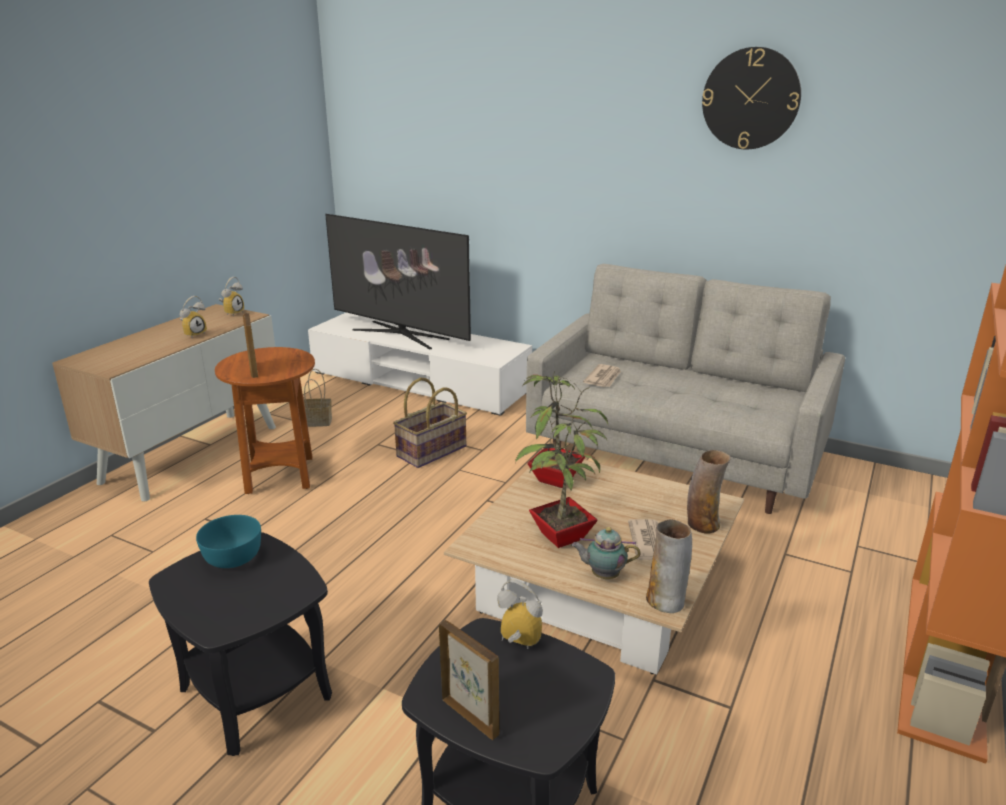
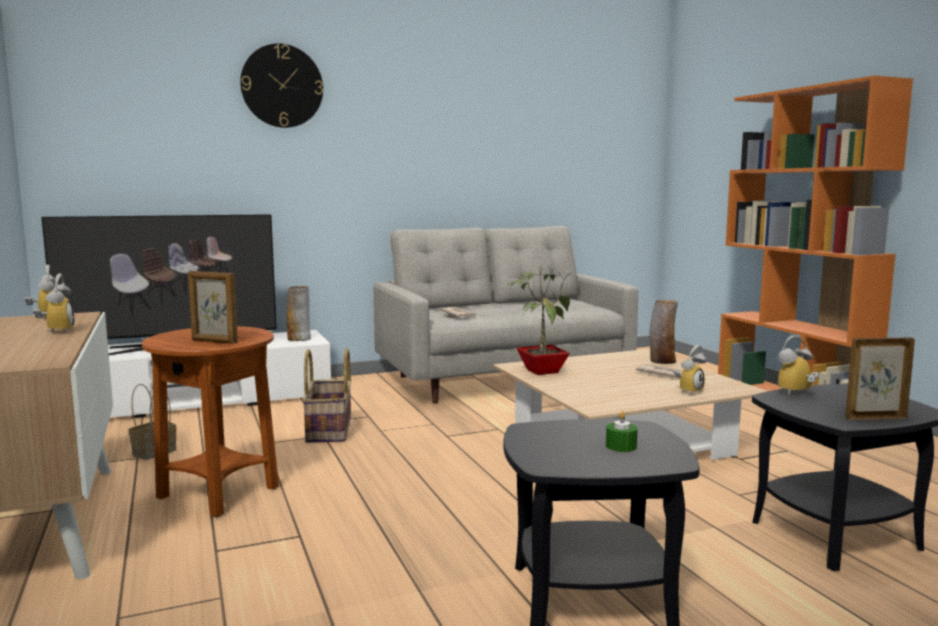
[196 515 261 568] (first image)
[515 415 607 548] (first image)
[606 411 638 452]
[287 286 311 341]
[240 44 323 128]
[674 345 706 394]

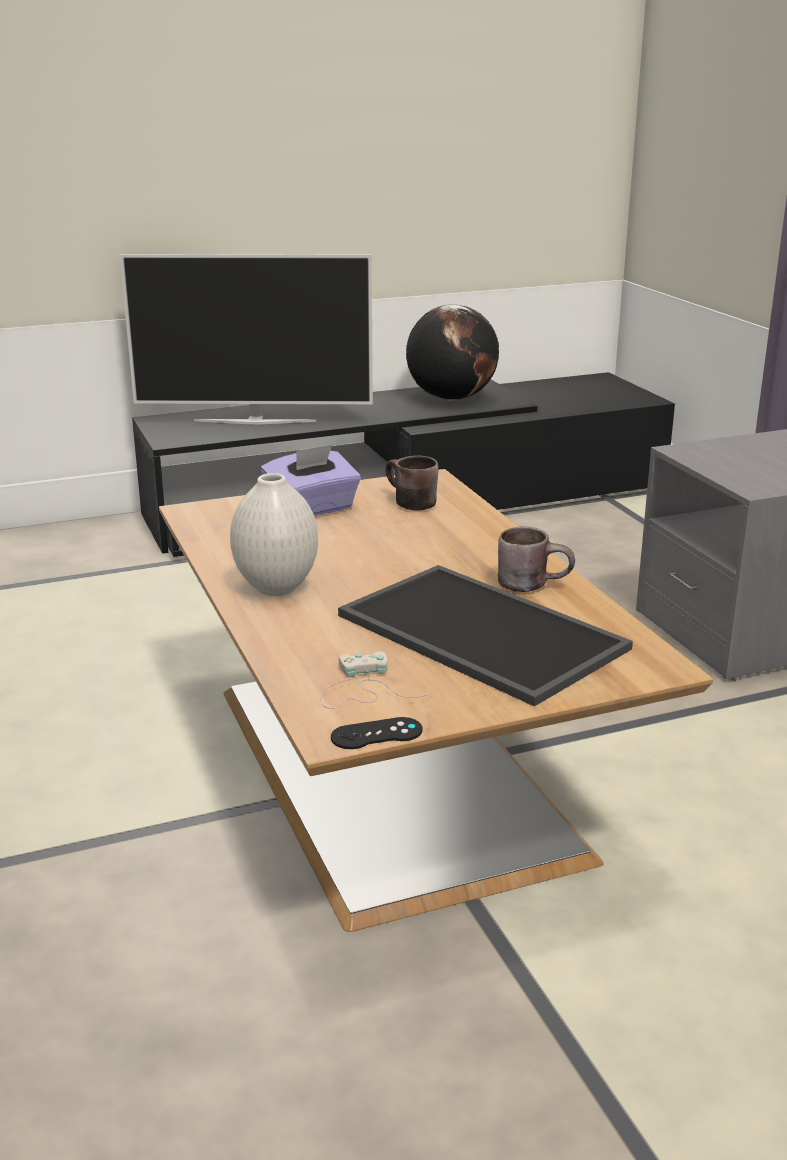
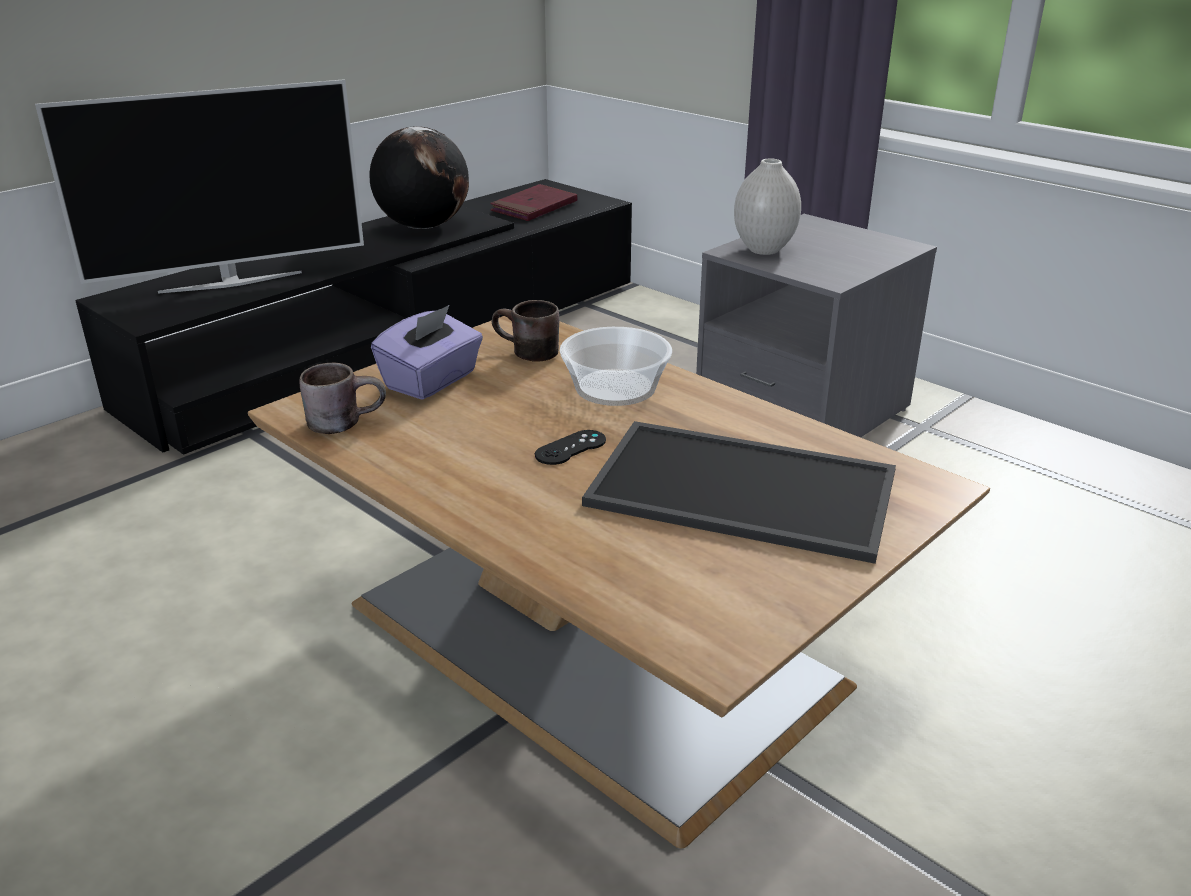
[320 651 434 709] (first image)
[490 184 577 221]
[560 327 672 406]
[734 158 801 255]
[535 430 606 465]
[299 363 386 434]

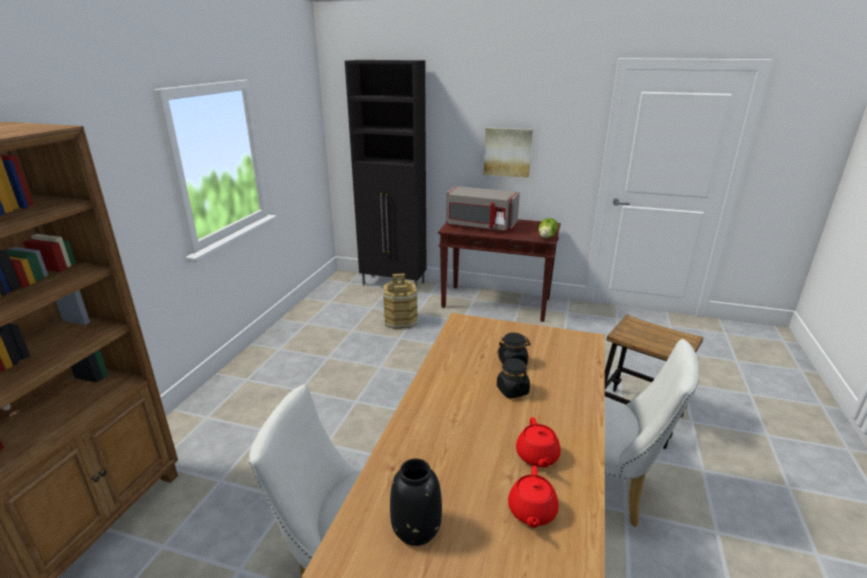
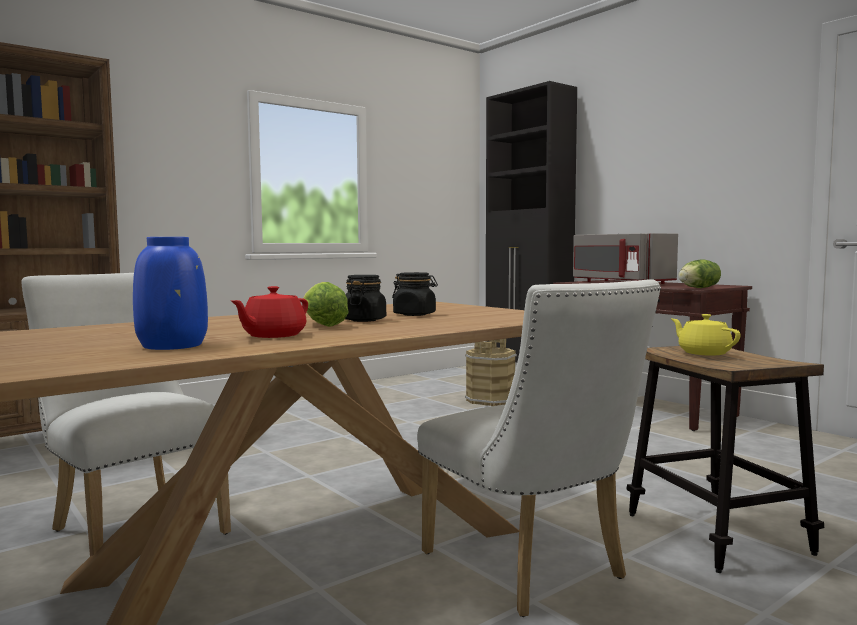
[390 458 442 546] (first image)
[484 127 533 178] (first image)
[303 282 349 327]
[672 314 740 356]
[133 237 208 350]

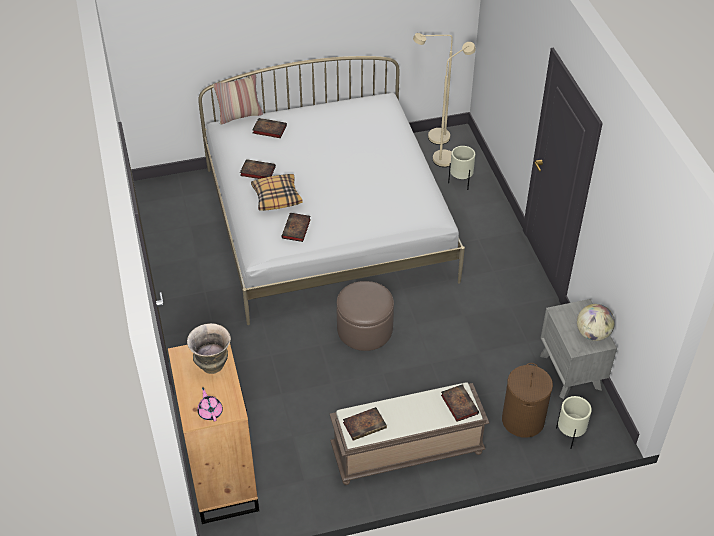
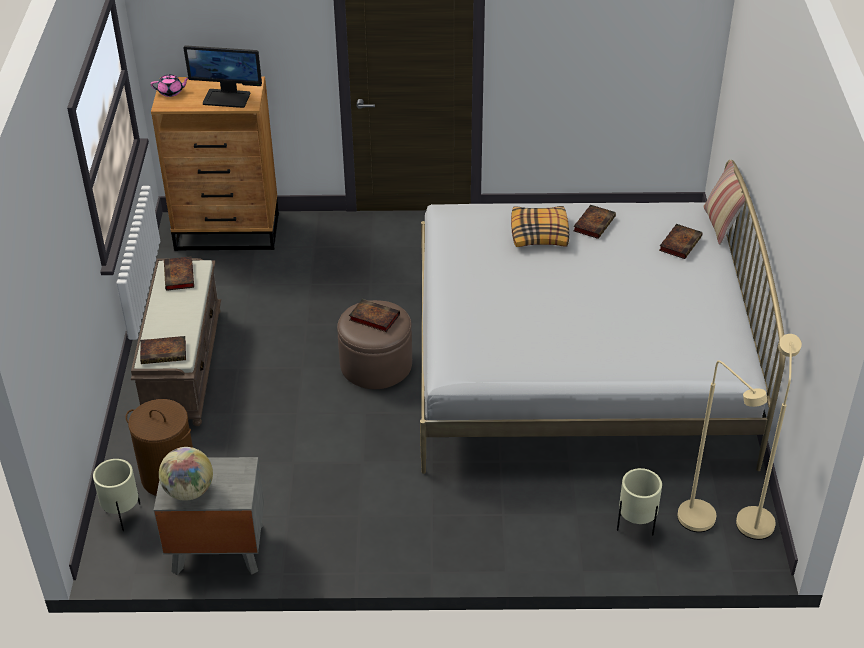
[349 299 400 332]
[184 45 262 108]

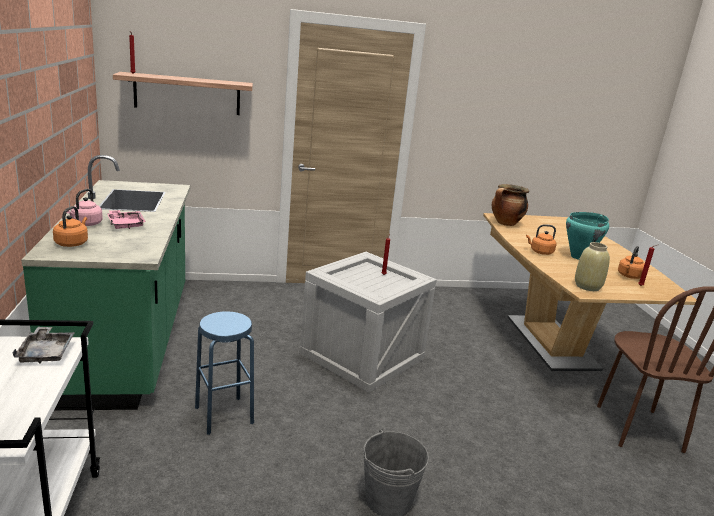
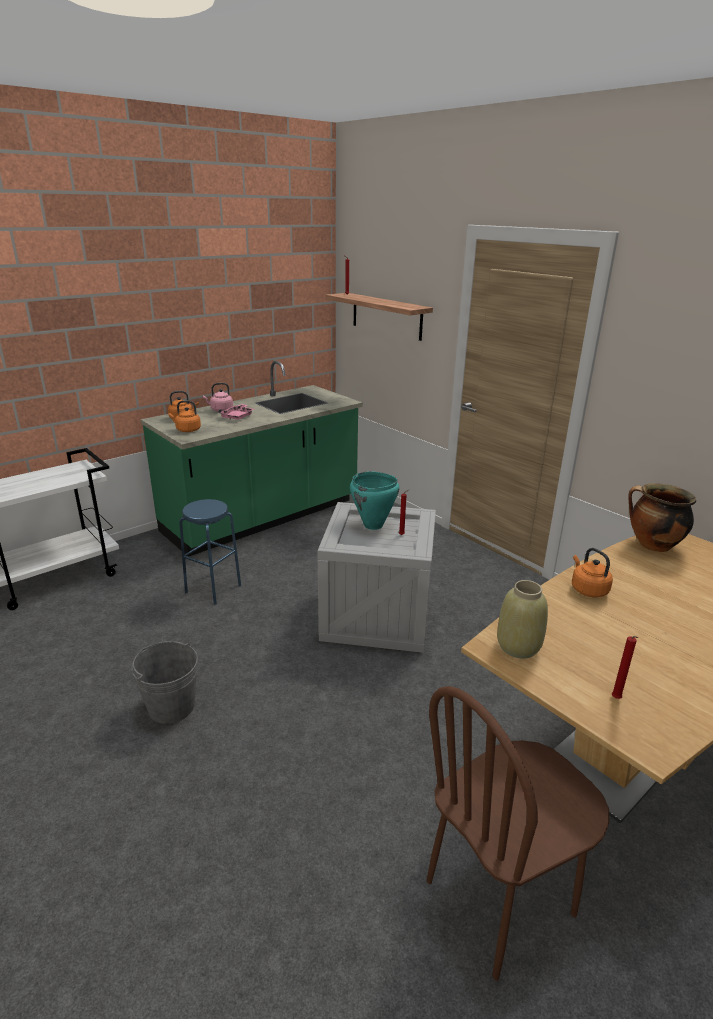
[13 327 75 364] (first image)
[350 471 399 530]
[169 401 201 432]

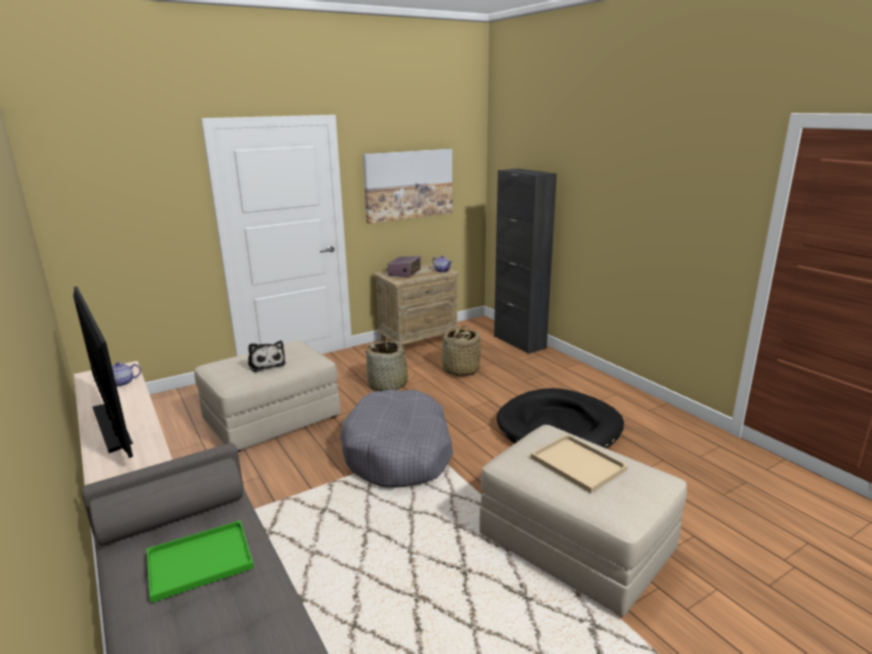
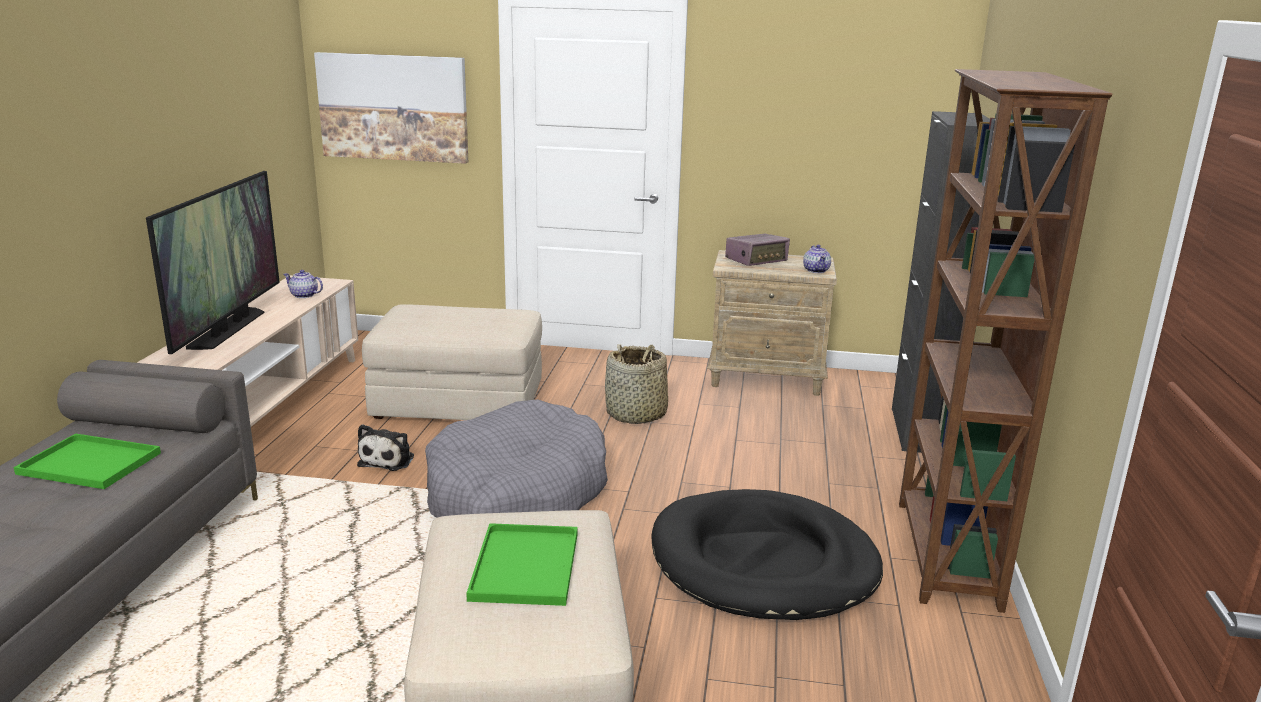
[442 326 481 376] (first image)
[899 69 1113 613]
[357 424 414 471]
[314 52 468 164]
[466 523 578 606]

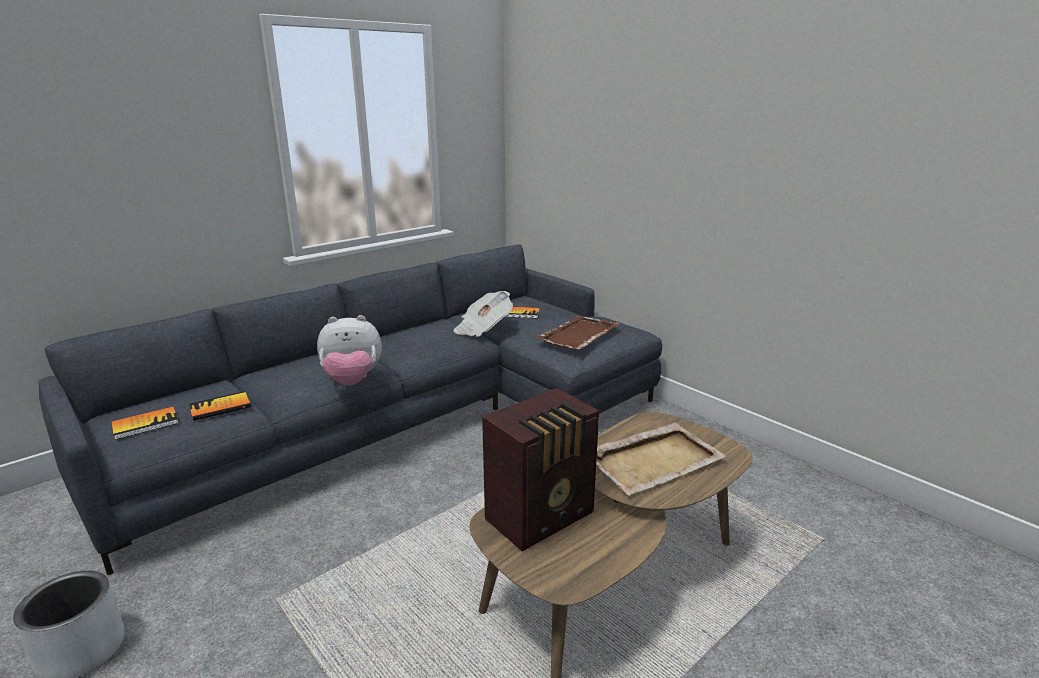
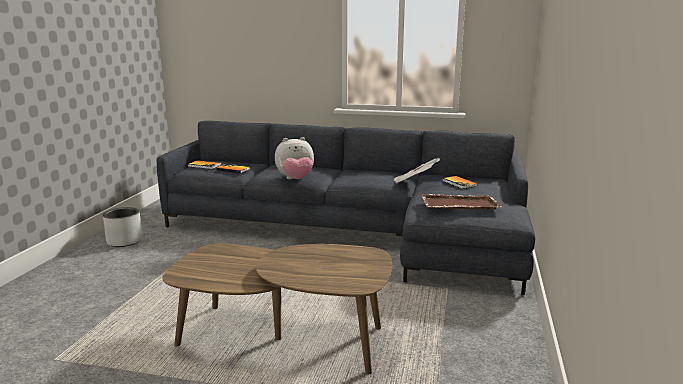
[482 388 599 552] (first image)
[596 422 726 496] (first image)
[275 137 314 179]

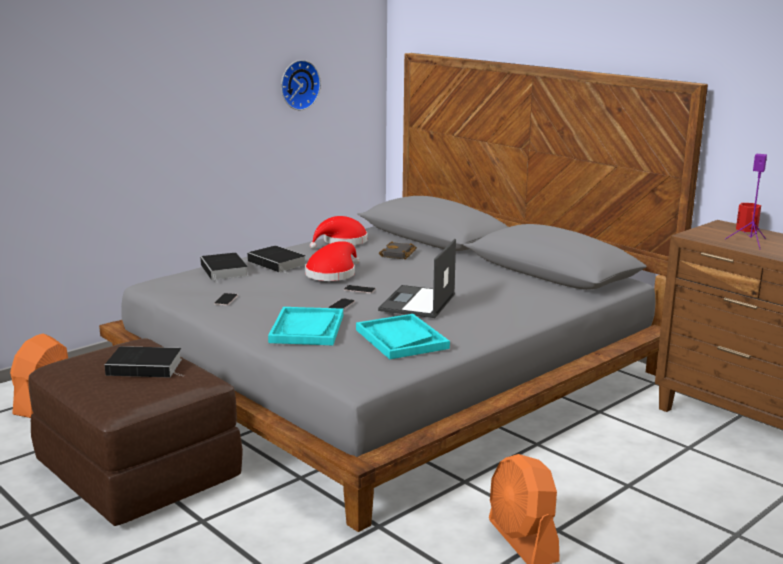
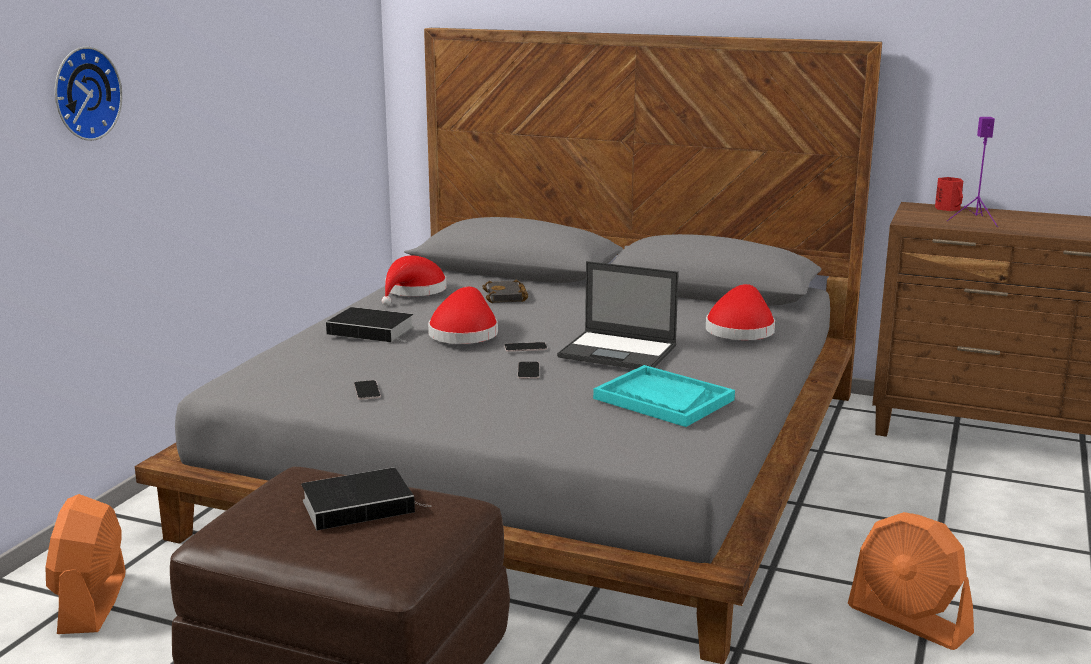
[200 253 248 283] (first image)
[268 307 343 345] (first image)
[706 284 775 340]
[55 46 122 141]
[557 261 679 369]

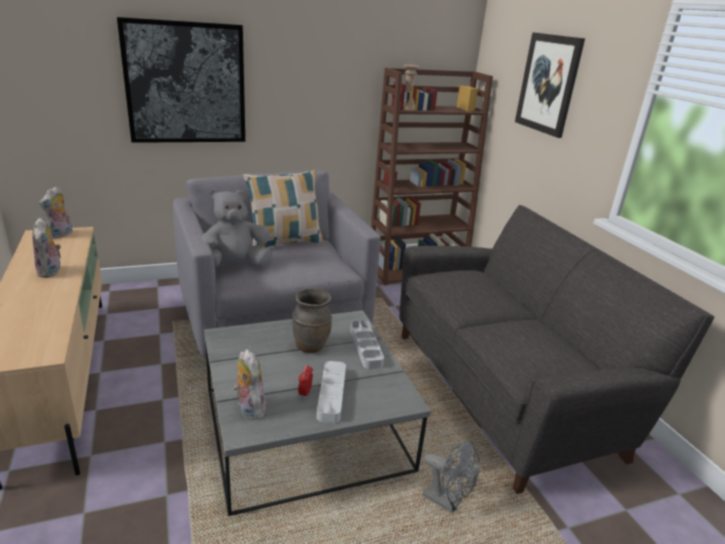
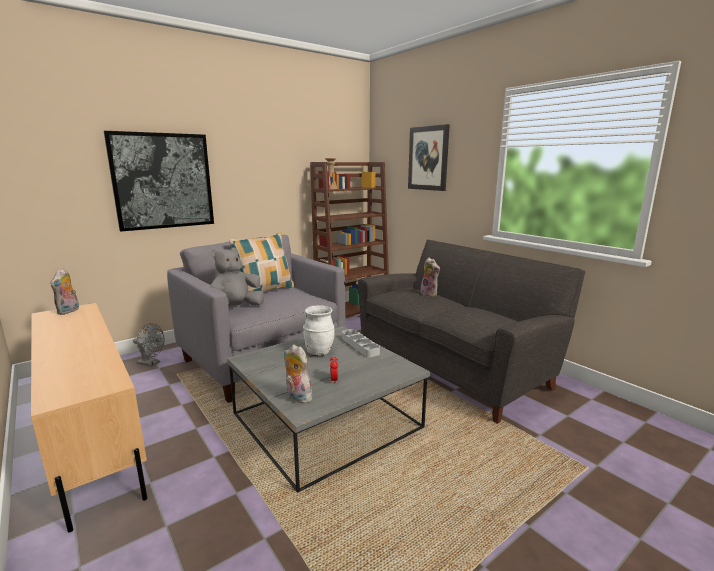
[317 361 346 423] (first image)
[421 258 440 297]
[133 323 165 367]
[303 306 335 356]

